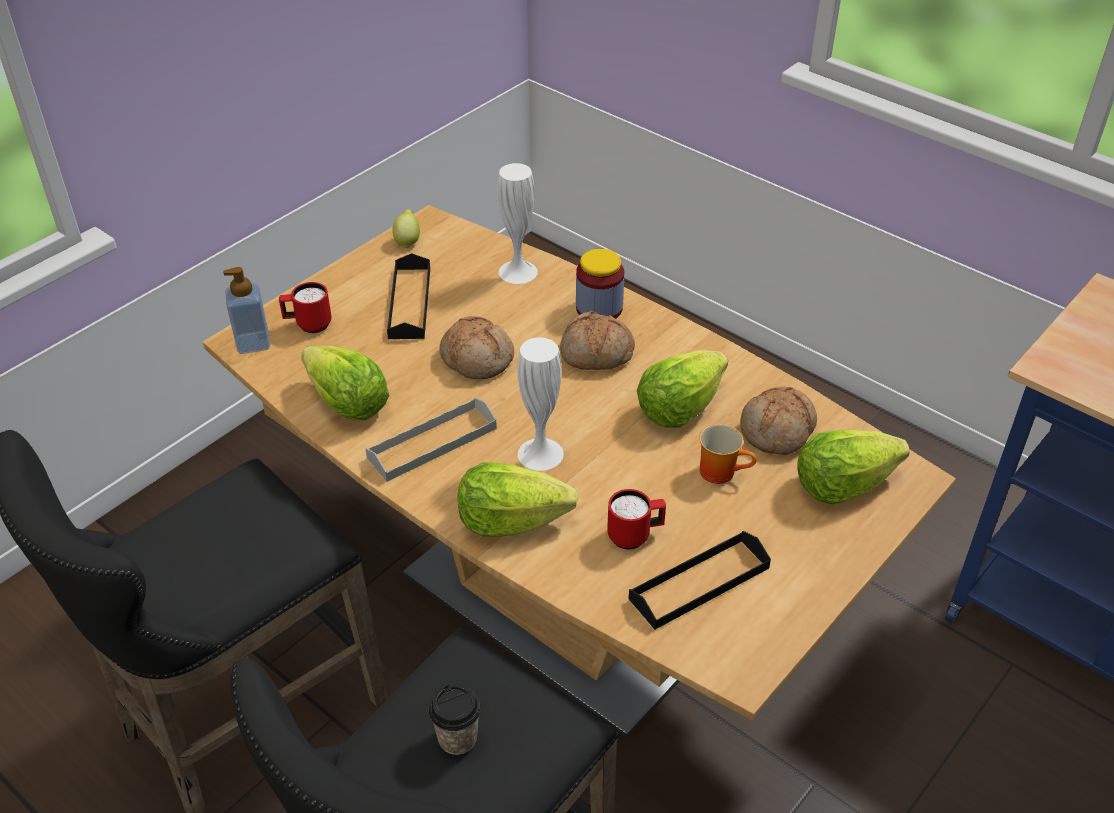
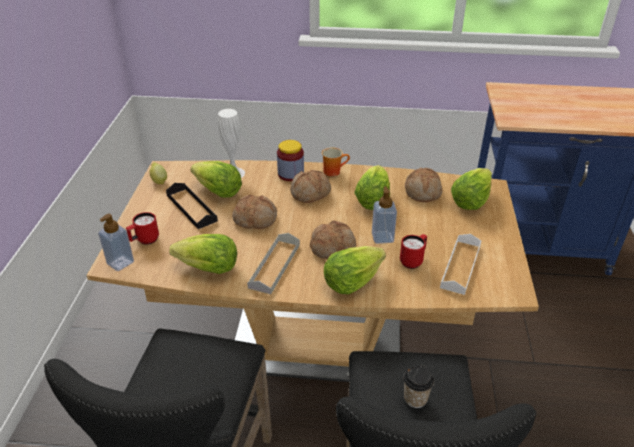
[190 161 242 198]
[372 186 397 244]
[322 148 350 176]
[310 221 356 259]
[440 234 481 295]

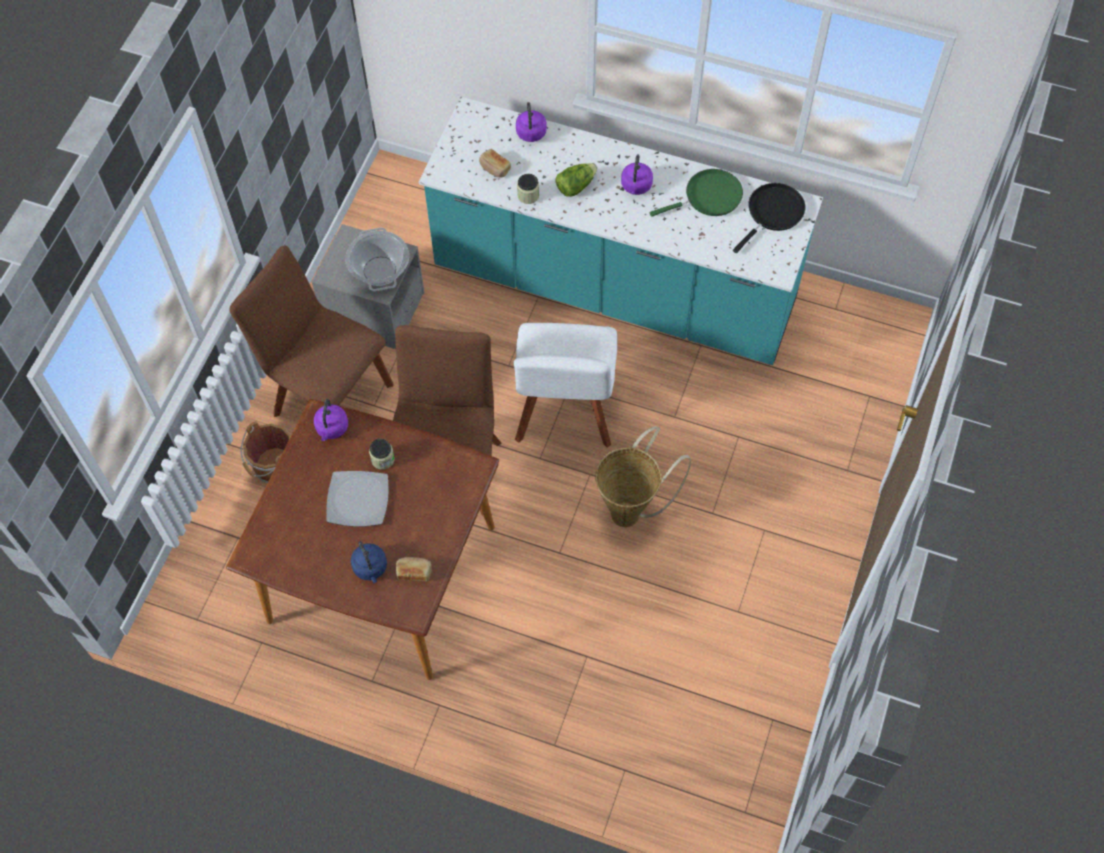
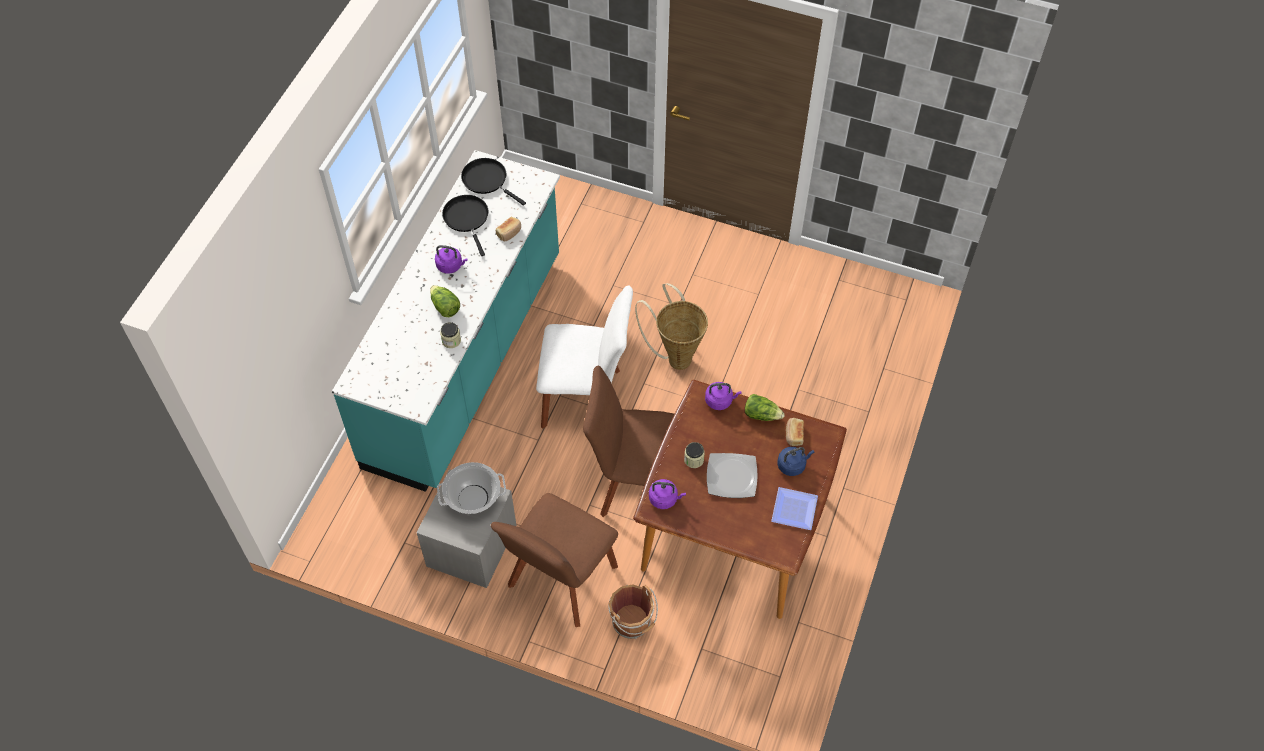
[745 394 784 421]
[771 487 818 530]
[496 217 521 241]
[705 382 742 410]
[442 195 488 256]

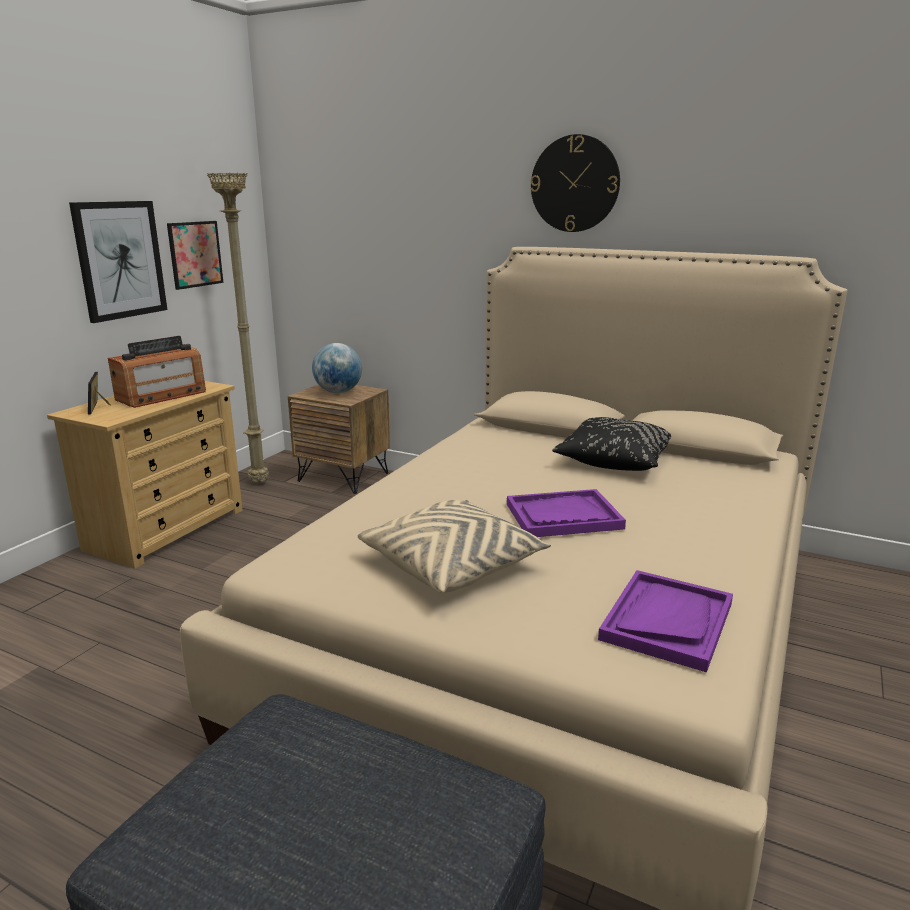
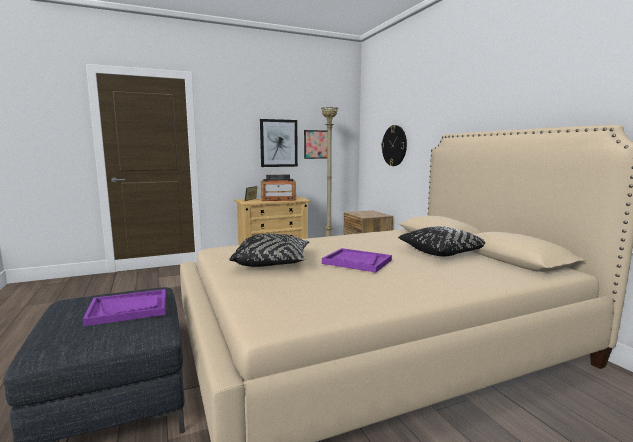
[312 343 362 393] (first image)
[381 125 407 166]
[83 289 166 326]
[230 234 309 267]

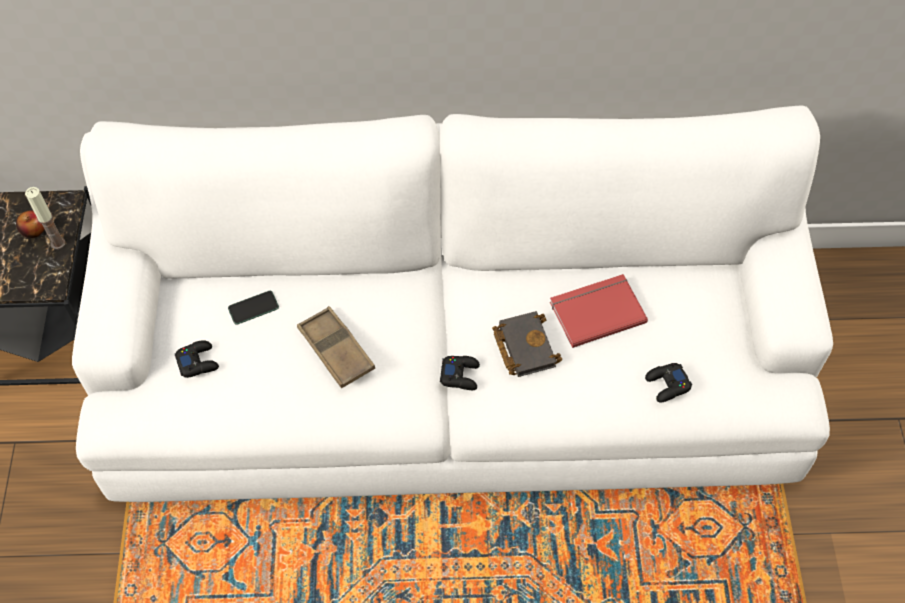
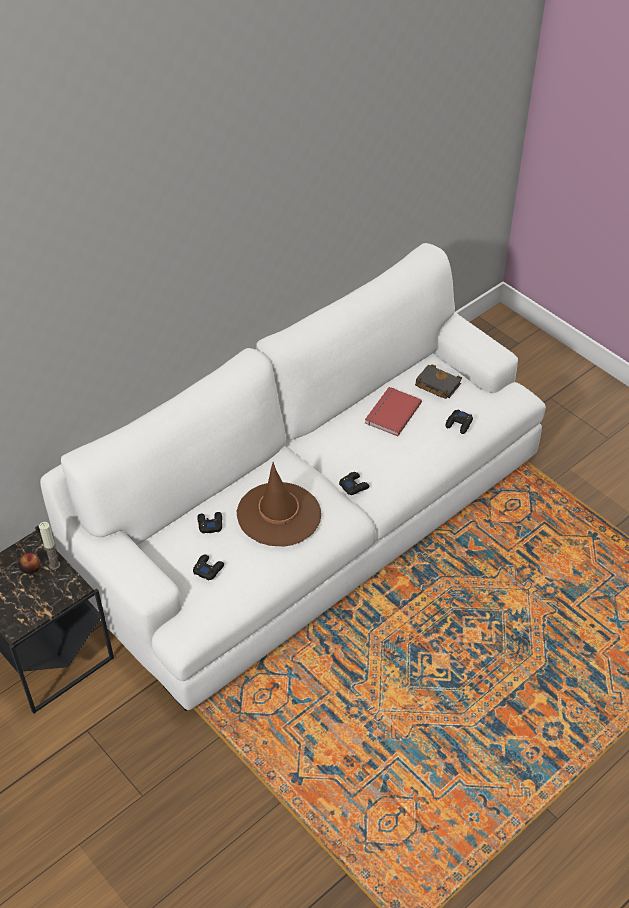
[415 364 462 399]
[197 512 222 534]
[237 462 321 546]

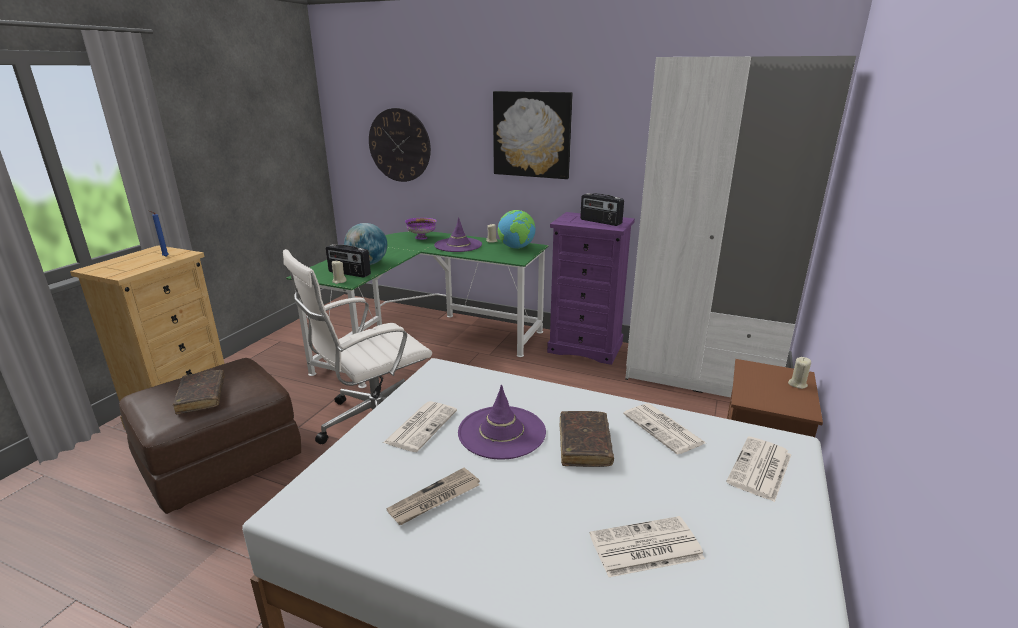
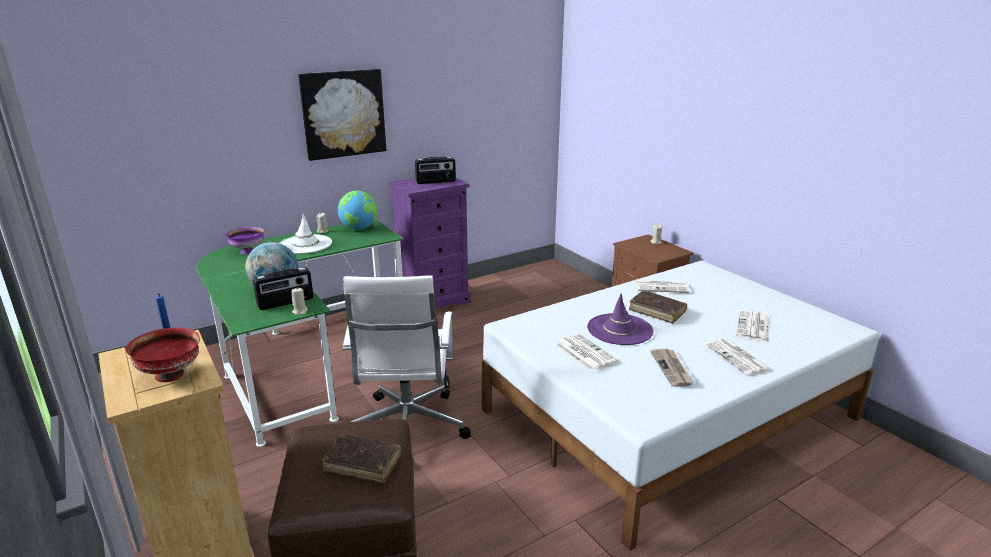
[369 108 431 182] (first image)
[625 56 856 397] (first image)
[126 327 200 382]
[705 338 771 375]
[280 214 332 254]

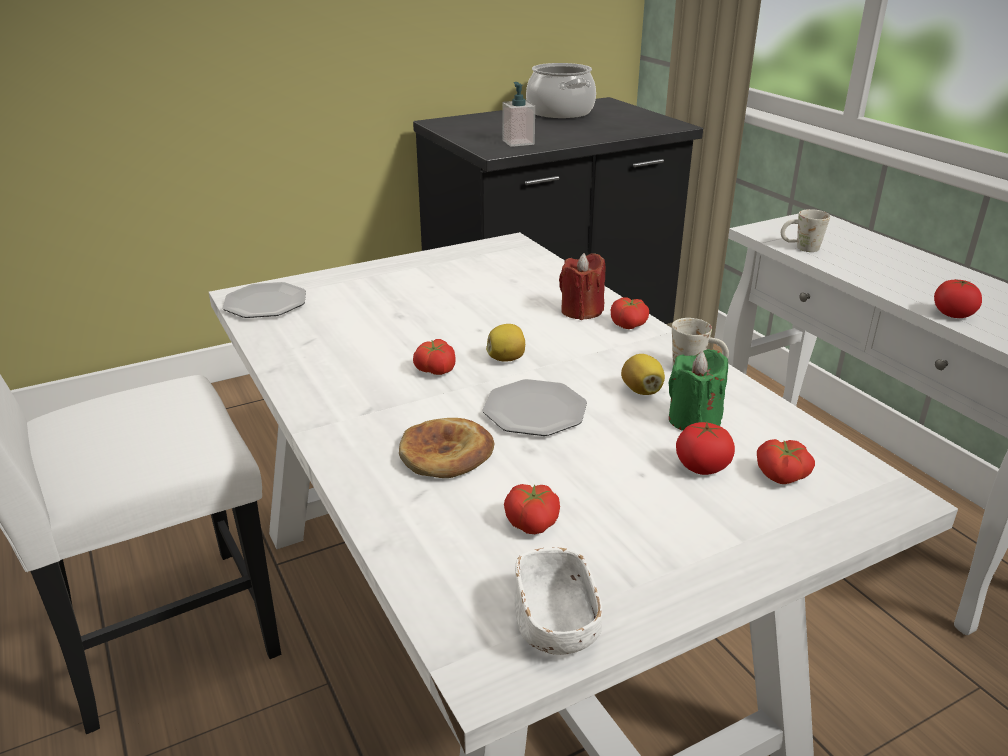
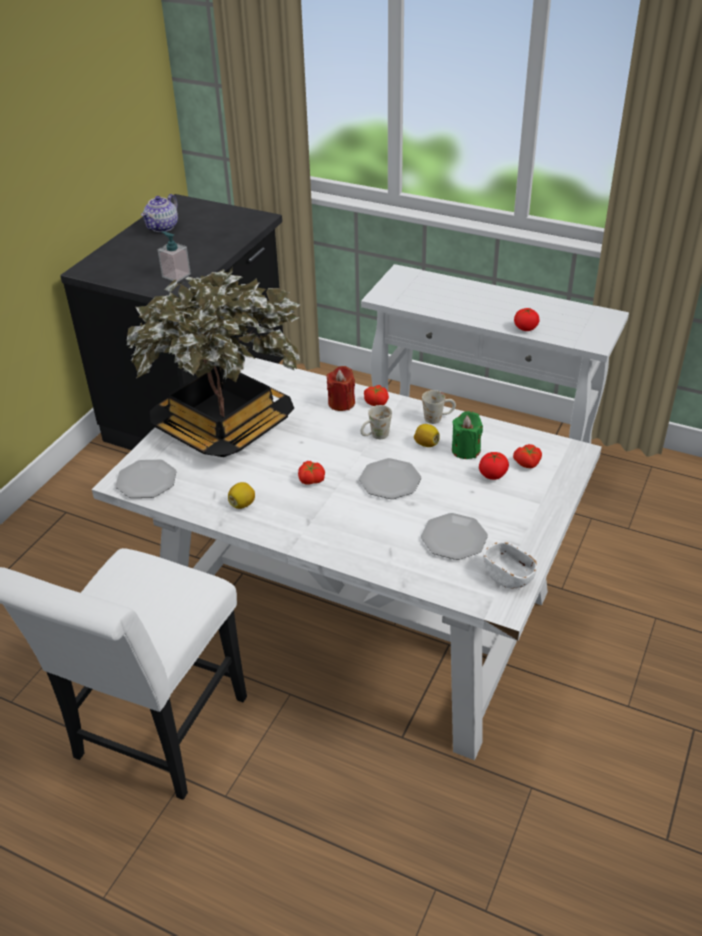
[399 418 494 478] (first image)
[126 267 300 457]
[228 482 255 509]
[360 405 392 439]
[421 513 488 560]
[141 194 178 232]

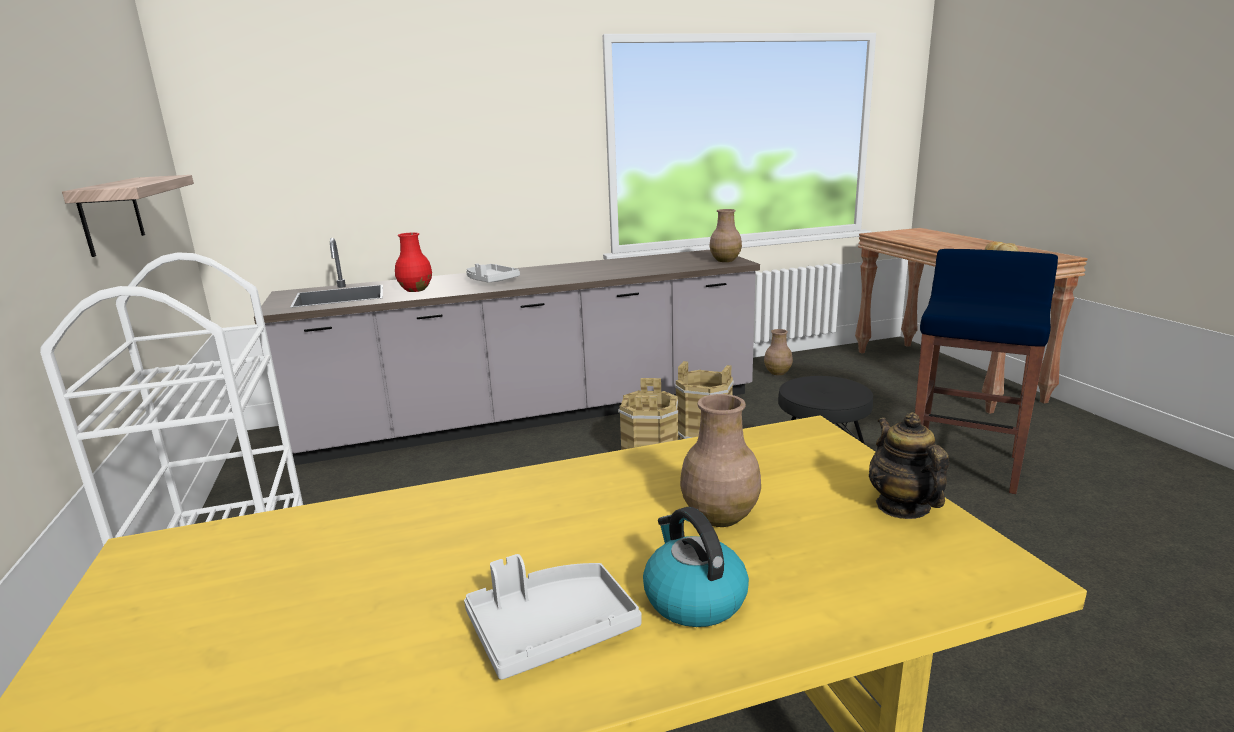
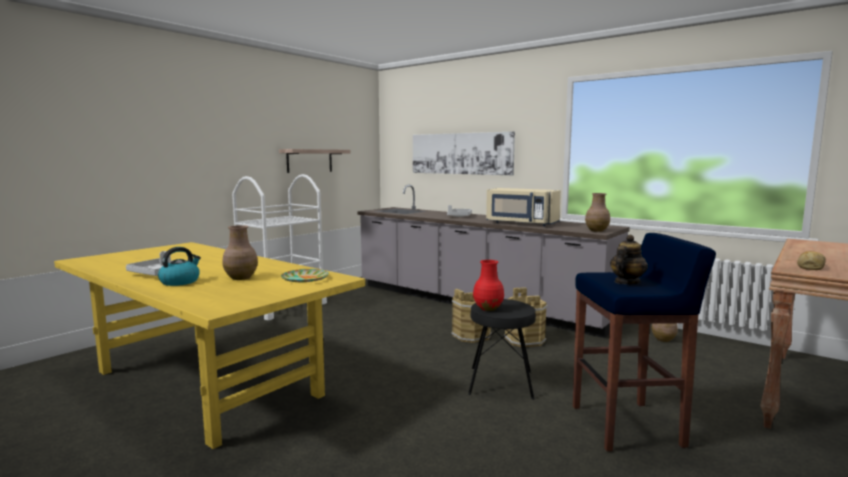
[281 269 329 282]
[413 131 515 175]
[486 188 561 226]
[473 260 504 311]
[610 235 648 284]

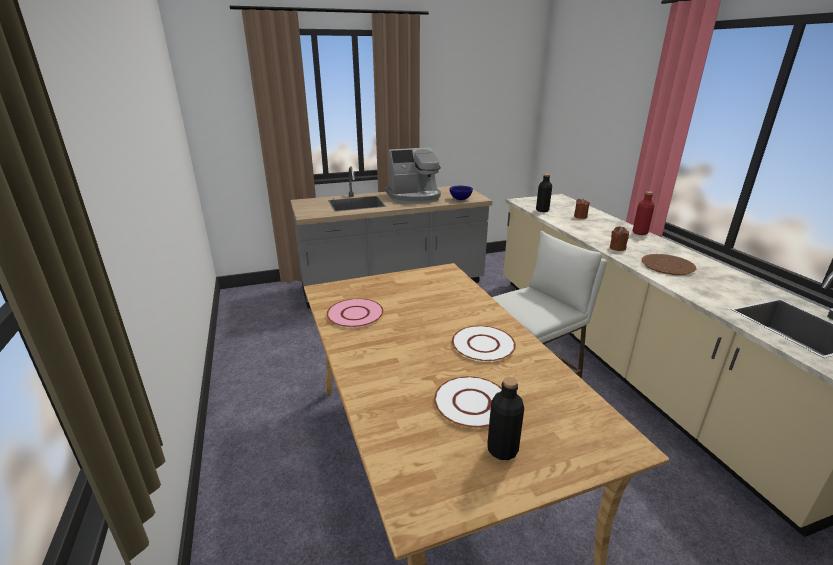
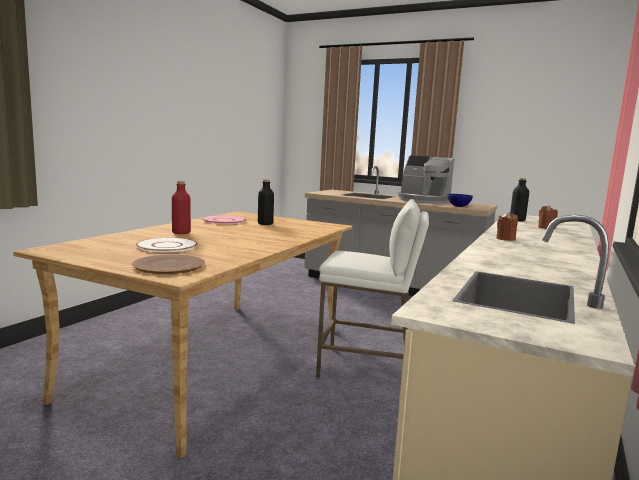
[452 326 516 362] (first image)
[258 179 274 225]
[172 181 191 234]
[132 254 205 274]

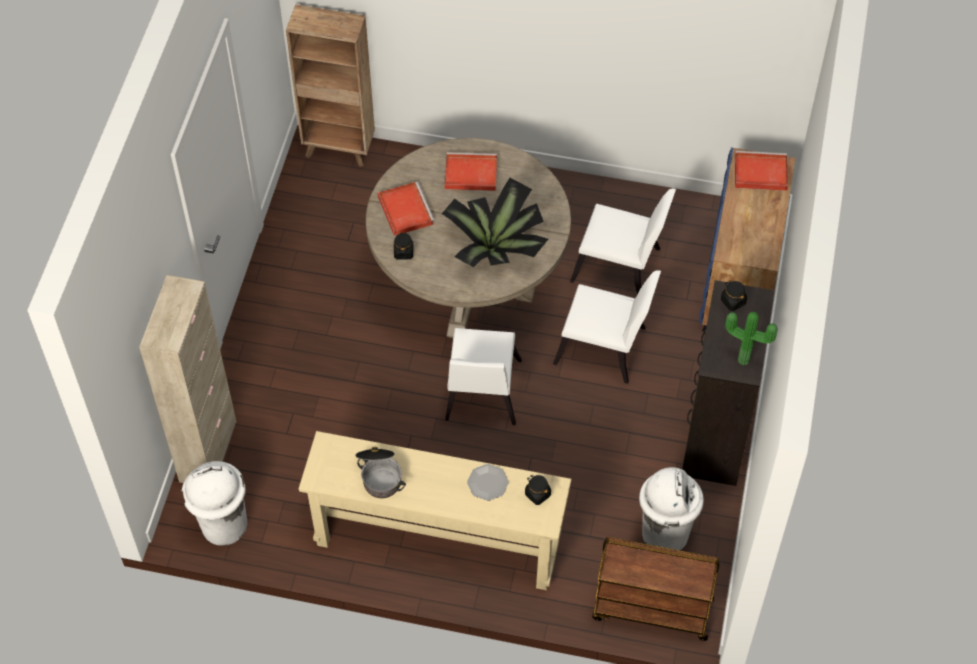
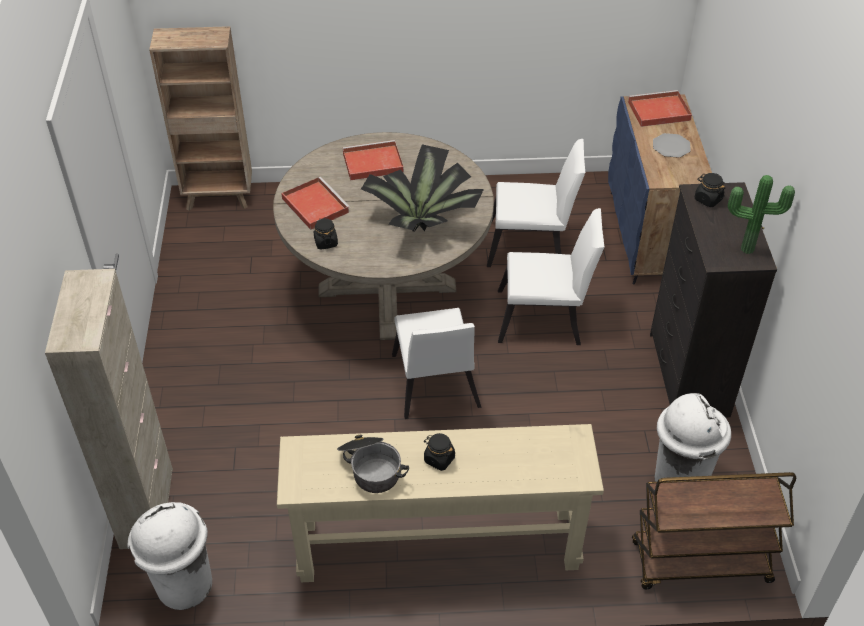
[653 133 691 158]
[424 433 455 471]

